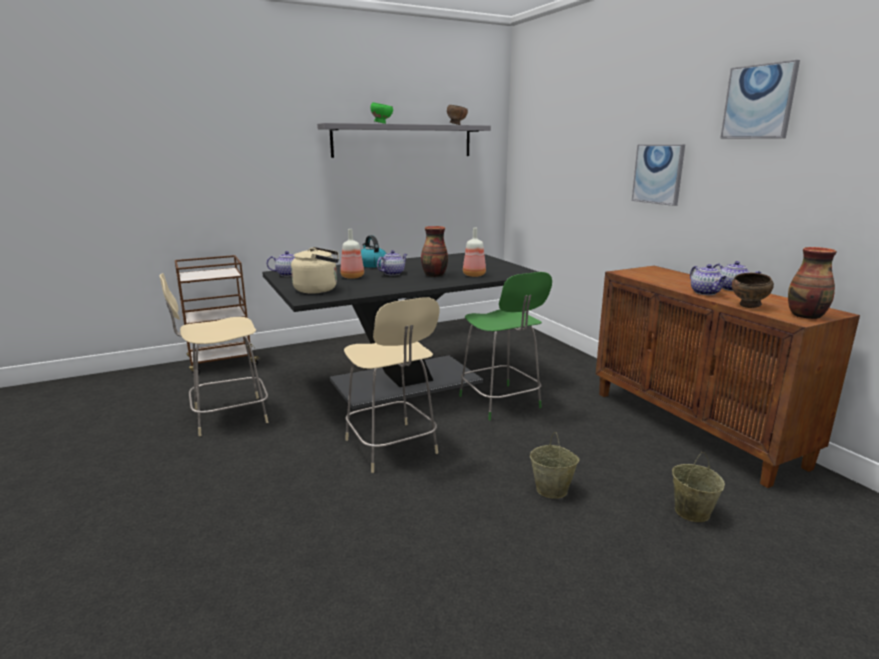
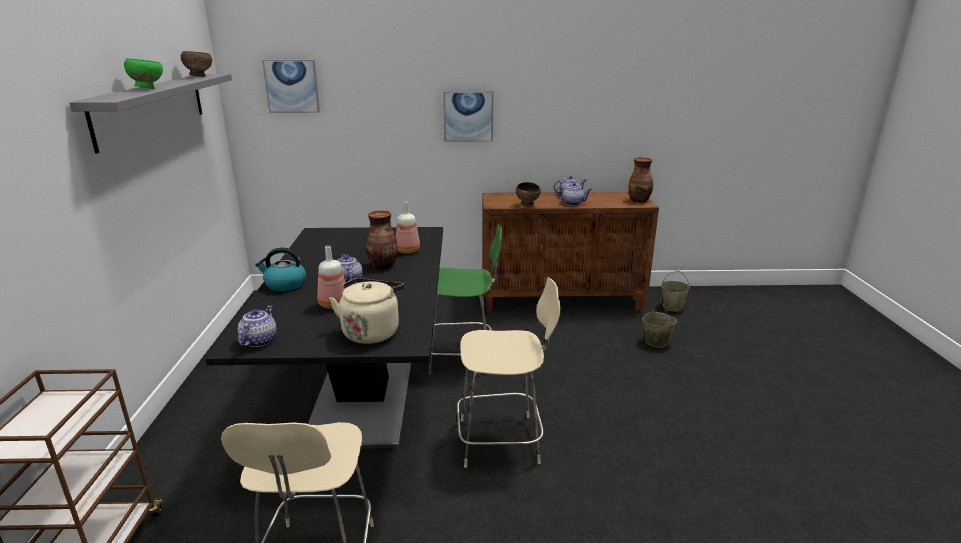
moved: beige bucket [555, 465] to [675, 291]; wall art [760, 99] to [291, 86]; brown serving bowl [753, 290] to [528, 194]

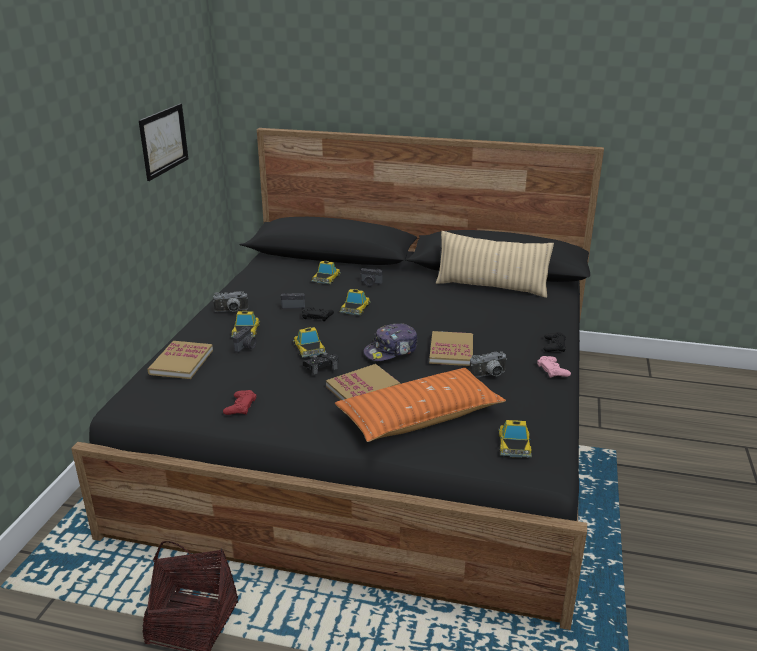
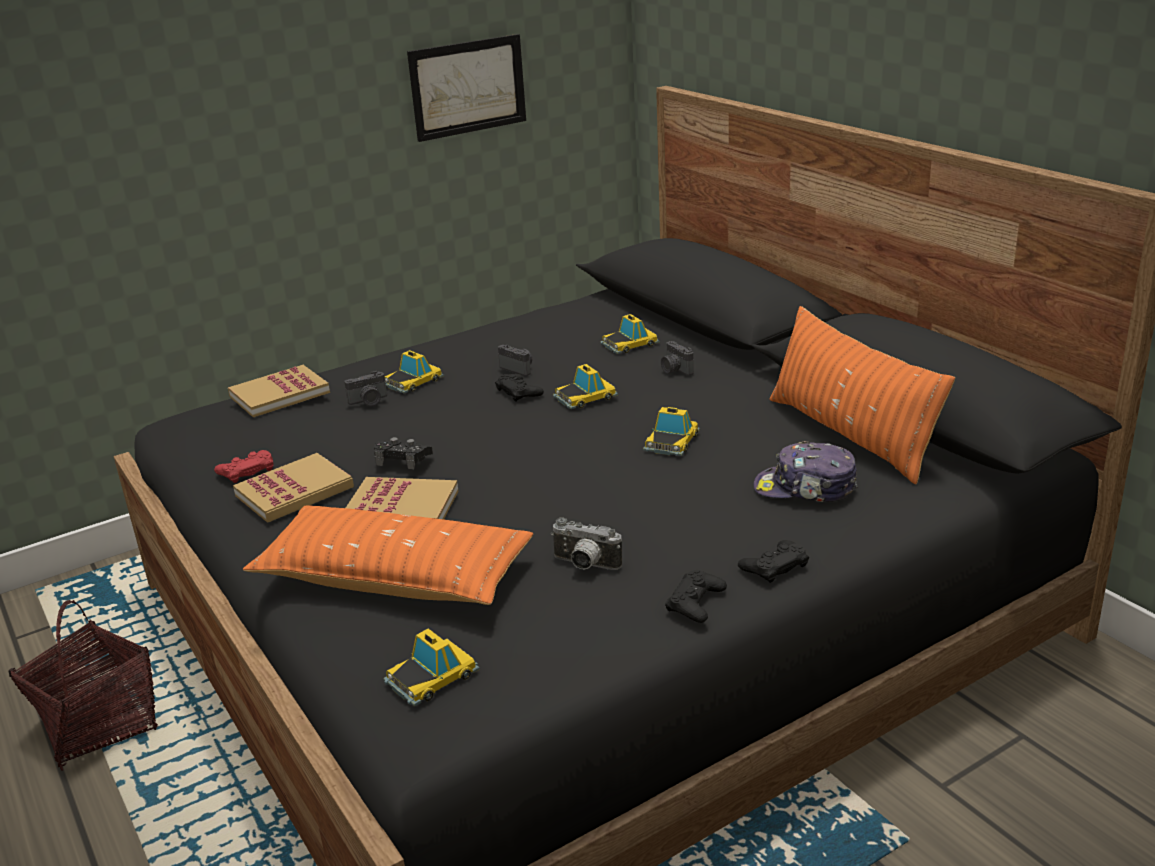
removed: still camera [230, 301]
moved: toy car [309, 342] to [671, 431]; baseball cap [390, 342] to [805, 471]; book [451, 348] to [293, 488]
recoloured: beige throw pillow [495, 264] to orange-coloured throw pillow [862, 395]; pink game controller [554, 367] to black-coloured game controller [696, 596]

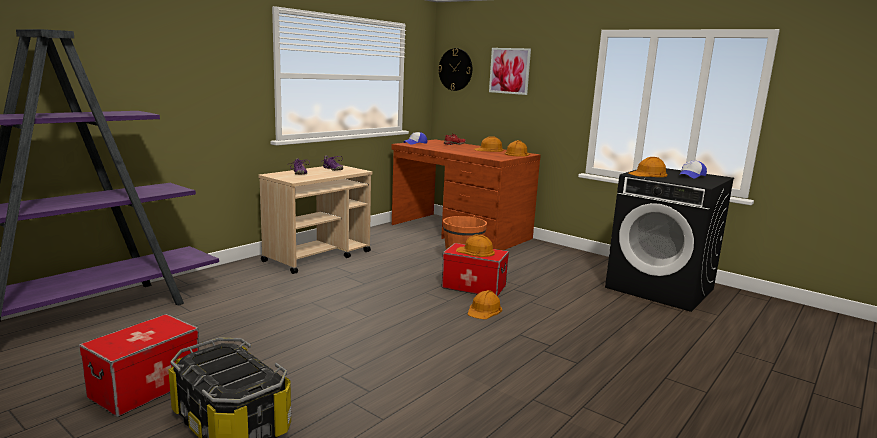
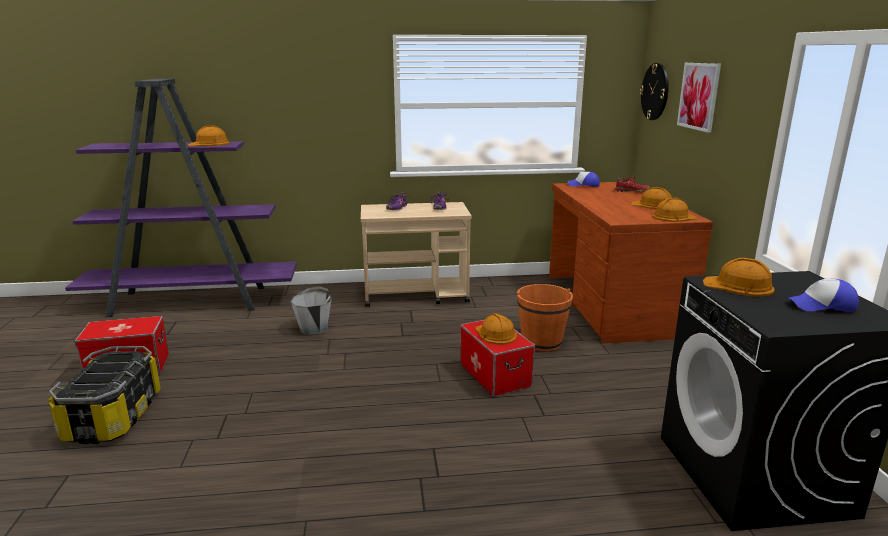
added: gray bucket [311, 310]
moved: orange-coloured hard hat [484, 304] to [208, 136]

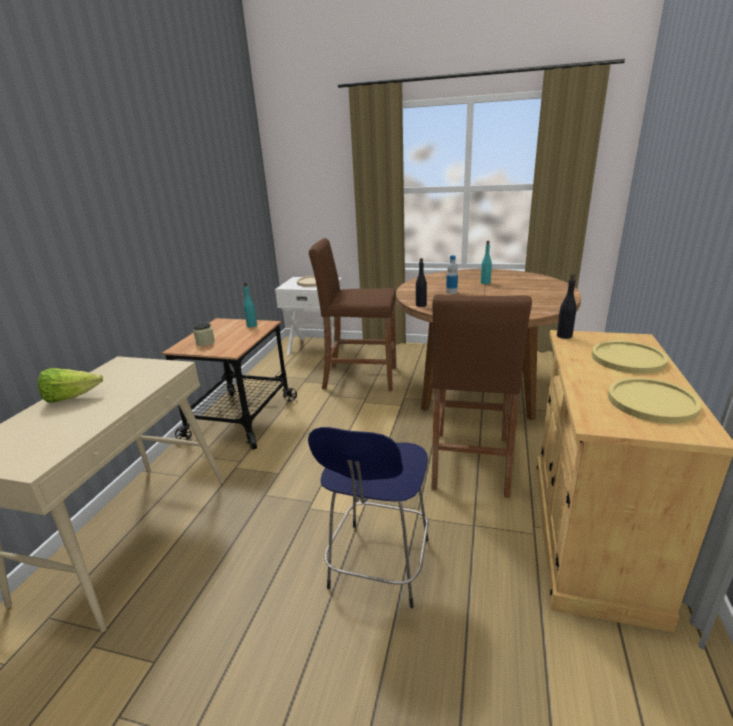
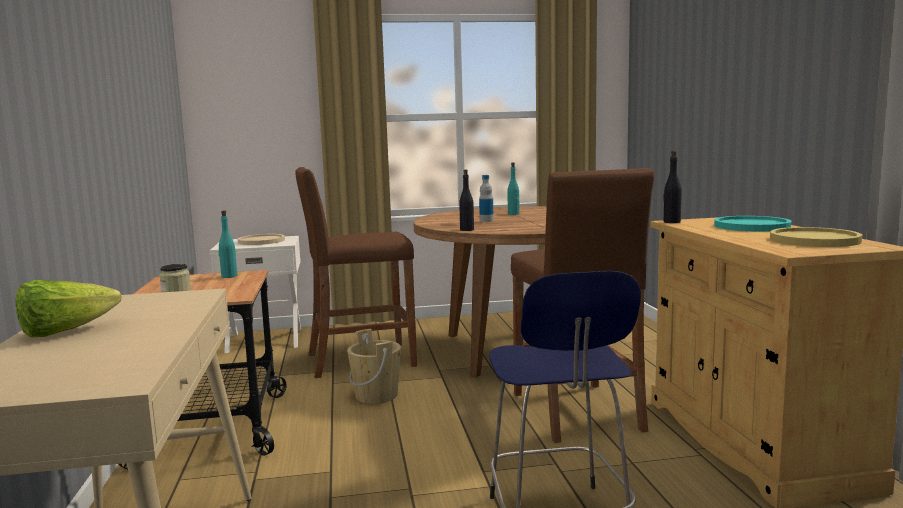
added: beige bucket [374, 366]
recoloured: yellow-coloured plate [630, 357] to blue-green plate [752, 224]

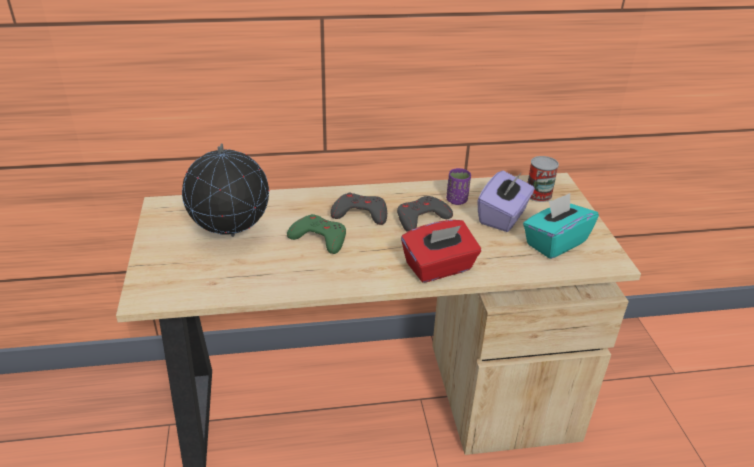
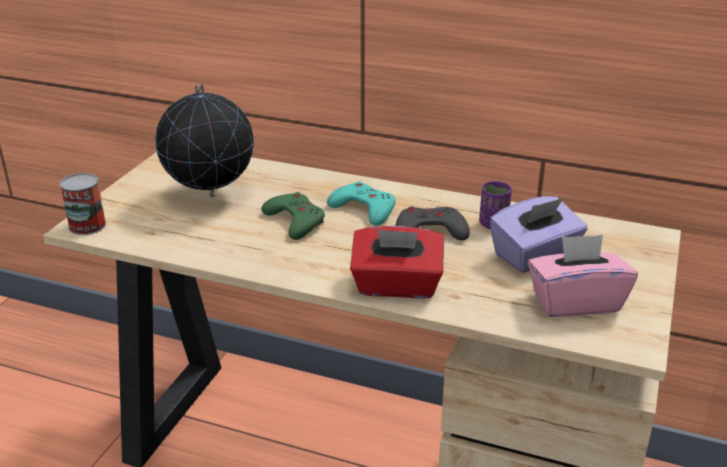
moved: sealed can [543, 179] to [83, 204]
recoloured: gray game controller [358, 208] to blue-green game controller [361, 203]; blue-green tissue box [561, 226] to pink tissue box [583, 276]

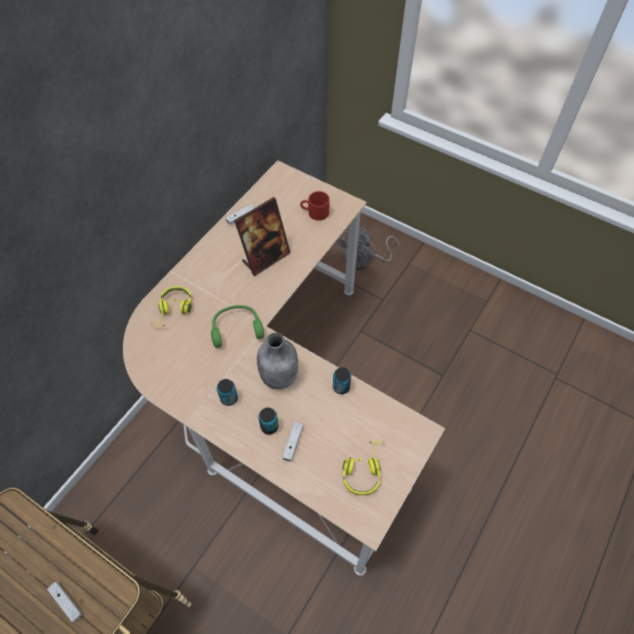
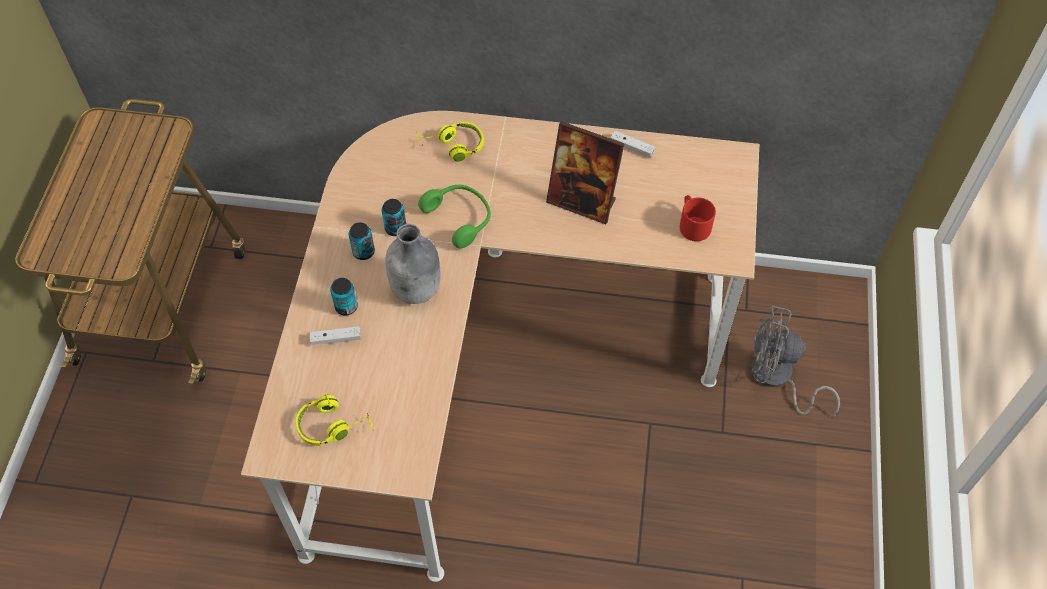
removed: white game controller [64, 602]
moved: sealed can [342, 380] to [394, 217]

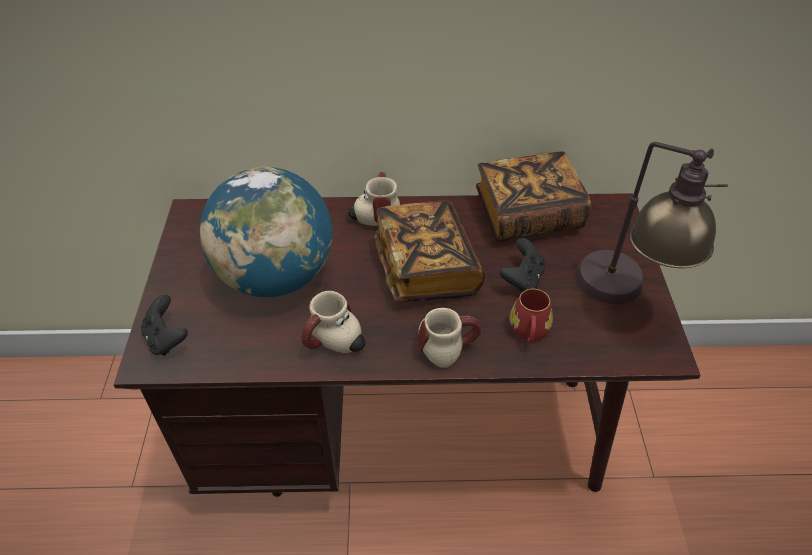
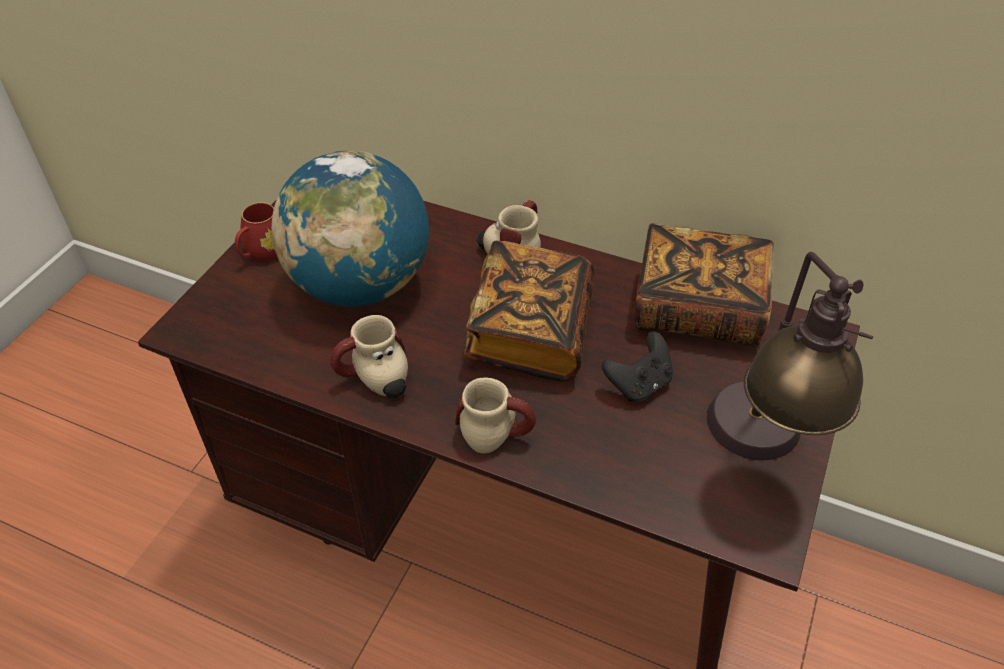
removed: black-coloured game controller [164, 325]
moved: red tea mug [531, 316] to [256, 231]

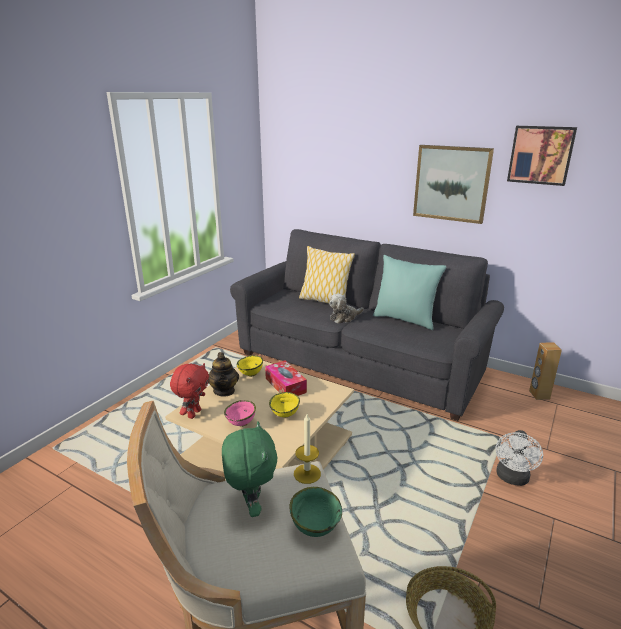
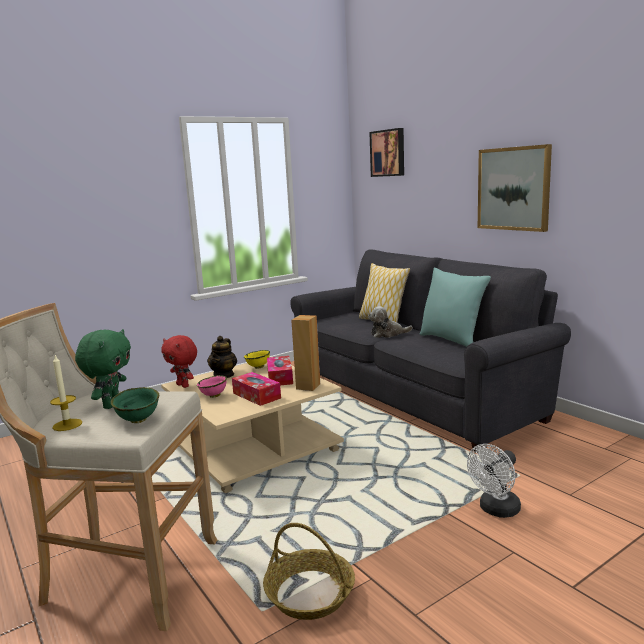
moved: wax light [307, 449] to [66, 393]; wall art [542, 156] to [386, 152]; brown audio speaker [545, 371] to [305, 353]
replaced: yellow-coloured serving bowl [284, 405] to tissue box [256, 389]
turned: red soft toy [189, 391] = [179, 361] 90 degrees clockwise

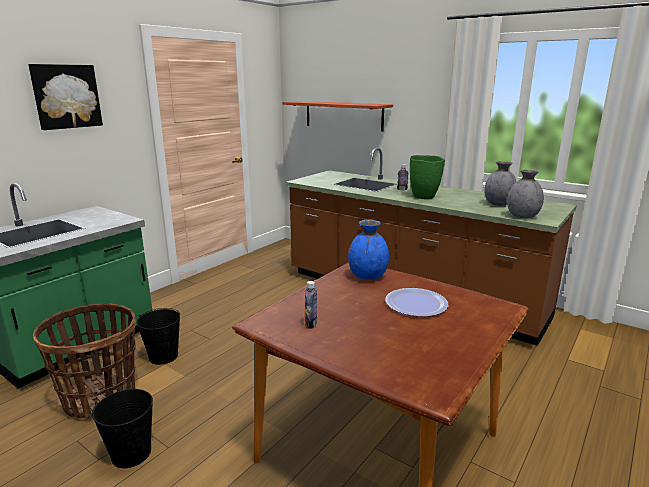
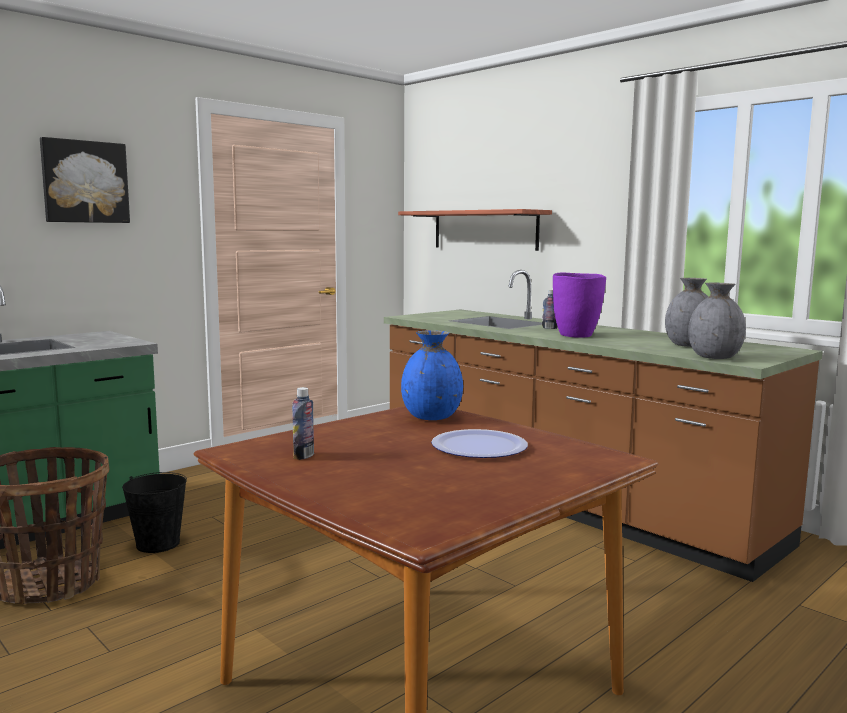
removed: black-coloured bucket [122, 428]
recoloured: green decorative vase [427, 177] to purplish decorative vase [579, 305]

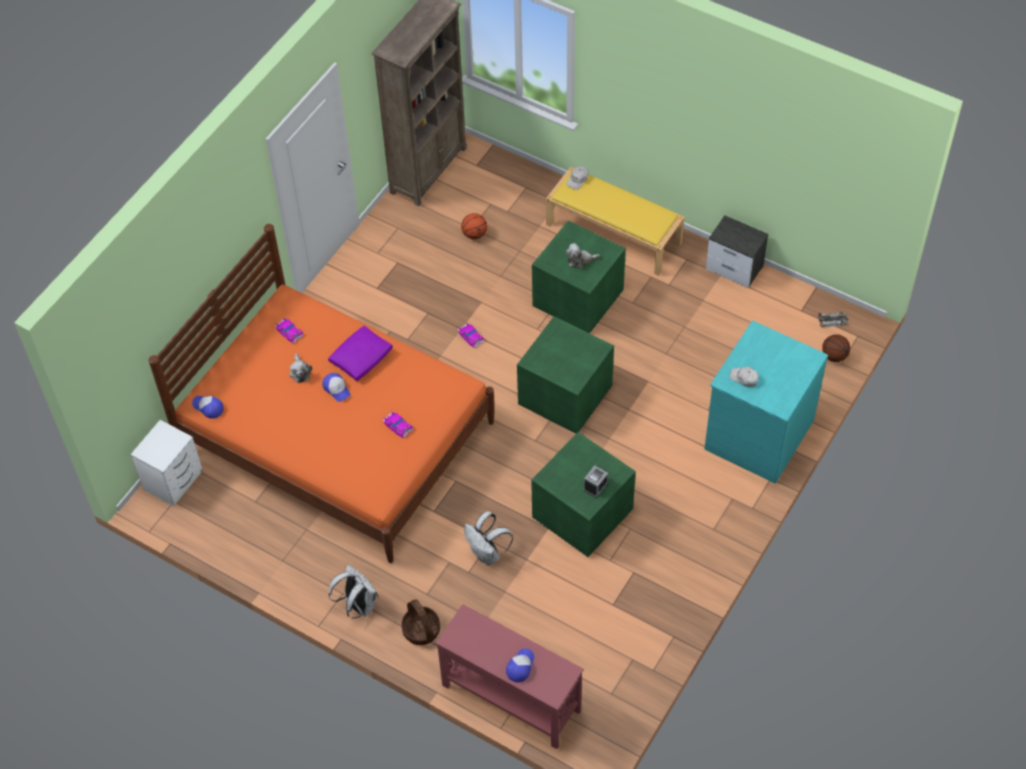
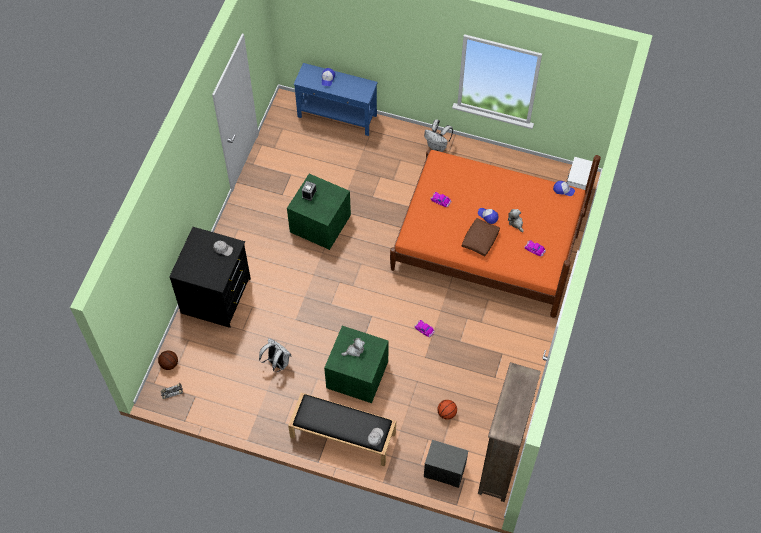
removed: basket [420, 622]; green storage box [565, 375]
moved: white rucksack [488, 538] to [275, 355]; bedside table [737, 251] to [446, 464]
recoloured: purplish throw pillow [360, 353] to brown throw pillow [481, 237]; red narrow table [510, 676] to blue-coloured narrow table [336, 99]; yellow-coloured bench [615, 221] to black-coloured bench [342, 430]; blue-green chest of drawers [766, 401] to black-coloured chest of drawers [210, 277]

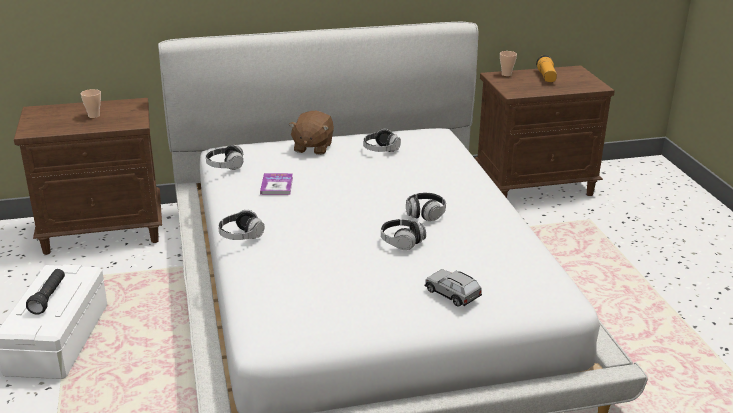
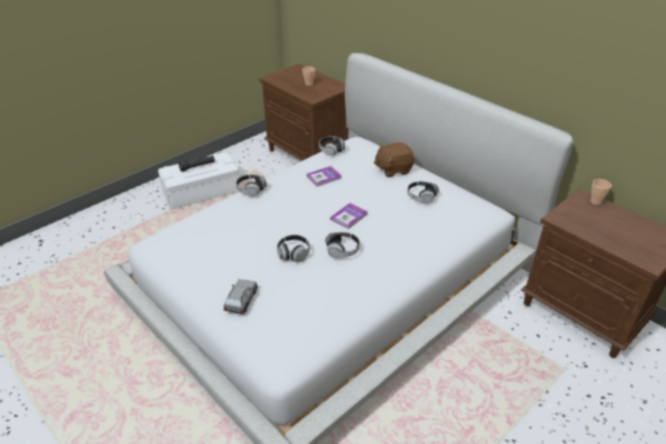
removed: hand torch [546, 68]
added: book [349, 216]

